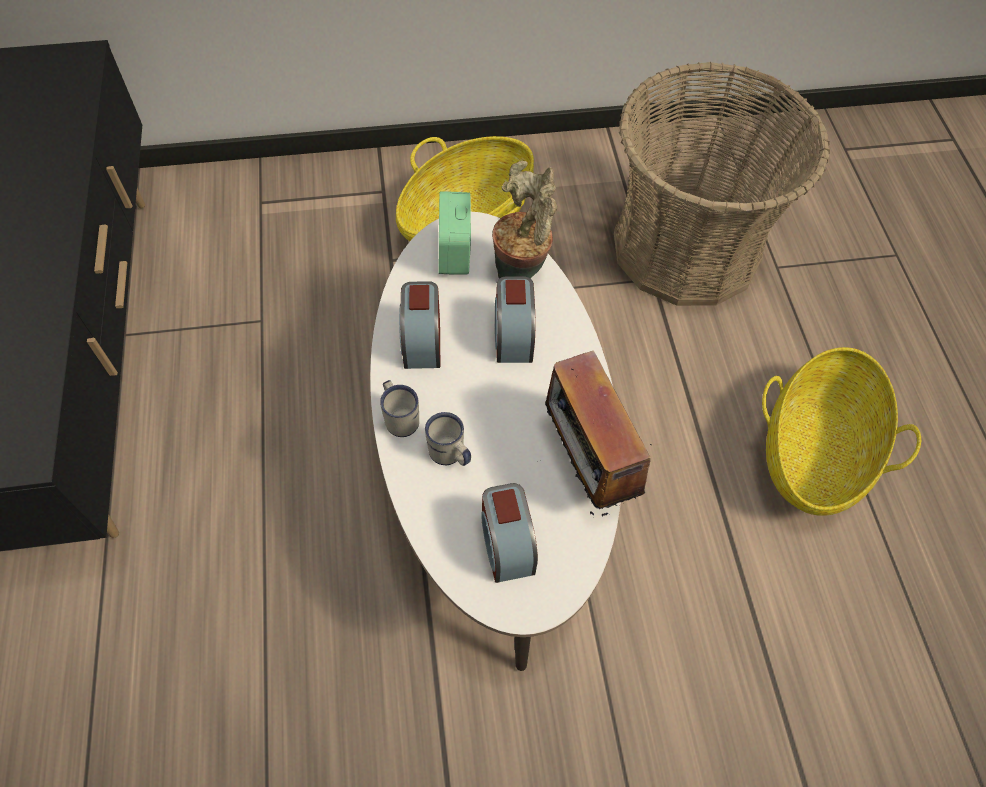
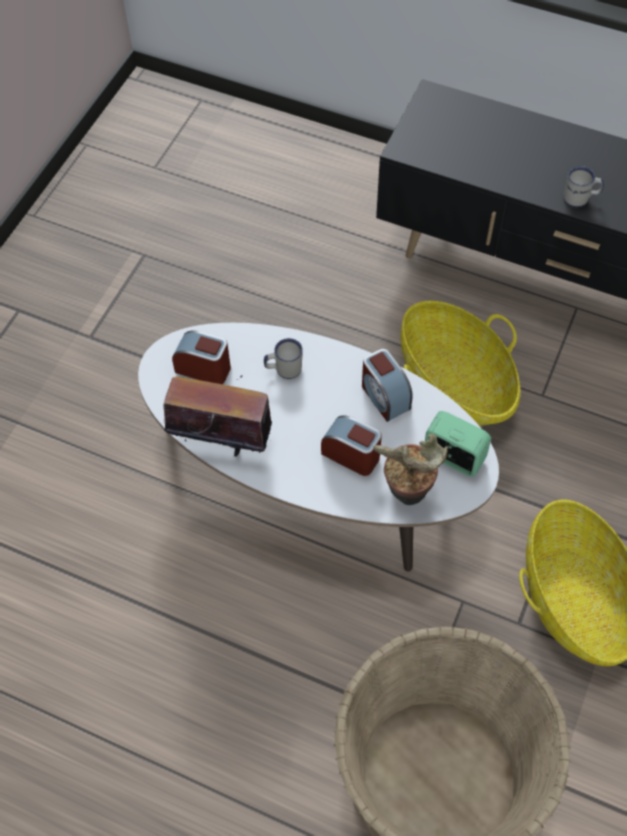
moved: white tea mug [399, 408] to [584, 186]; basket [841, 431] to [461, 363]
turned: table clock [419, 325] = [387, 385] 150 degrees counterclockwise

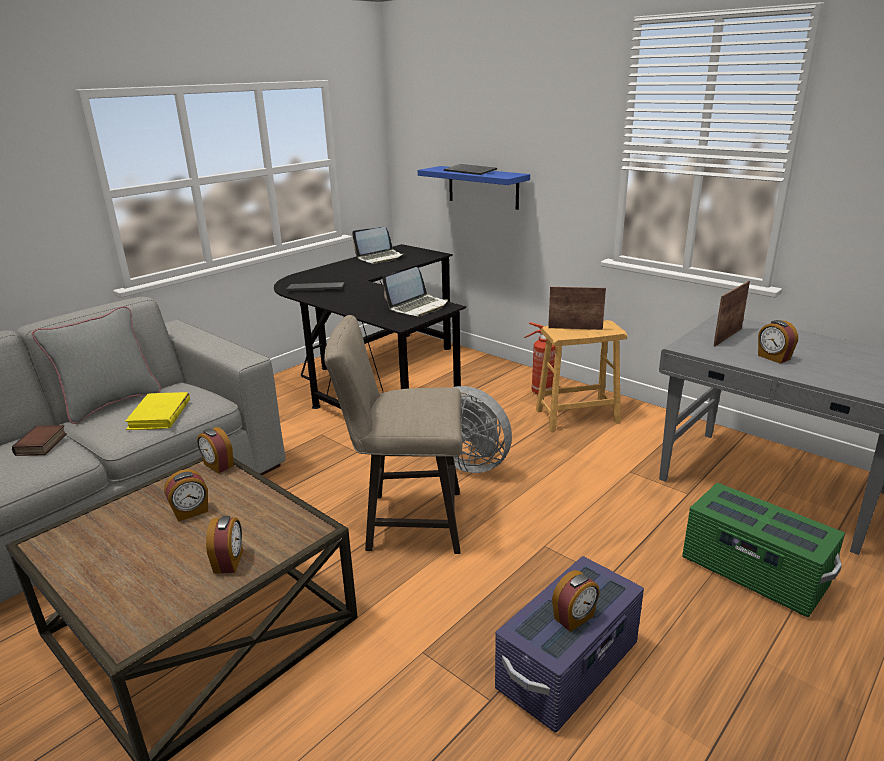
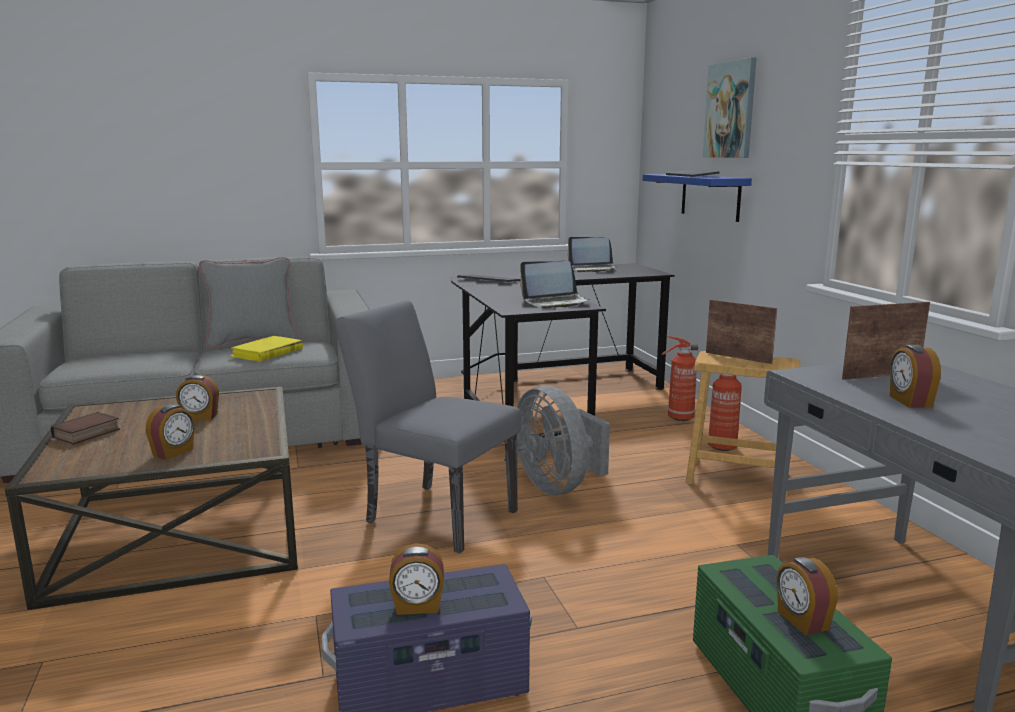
added: extinguisher [679, 378]; wall art [729, 107]
moved: book [39, 440] to [85, 428]; table clock [215, 450] to [807, 596]
replaced: beige stool [393, 434] to gray upright chair [428, 427]

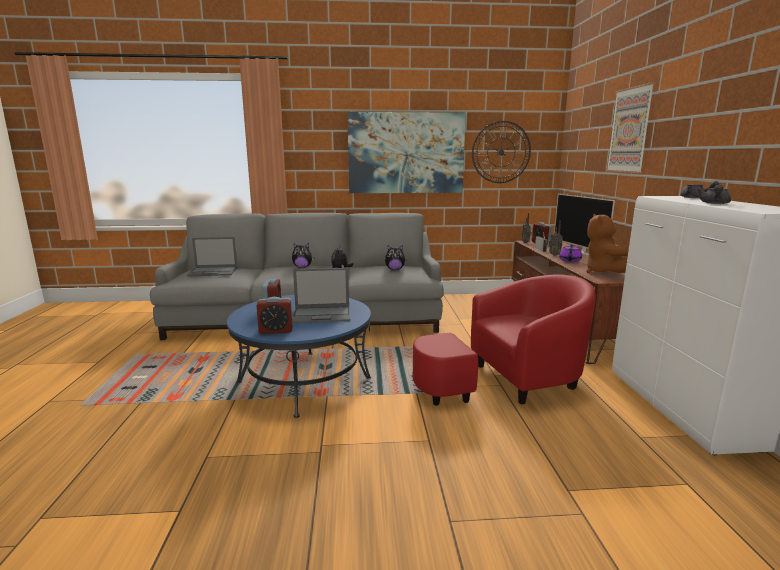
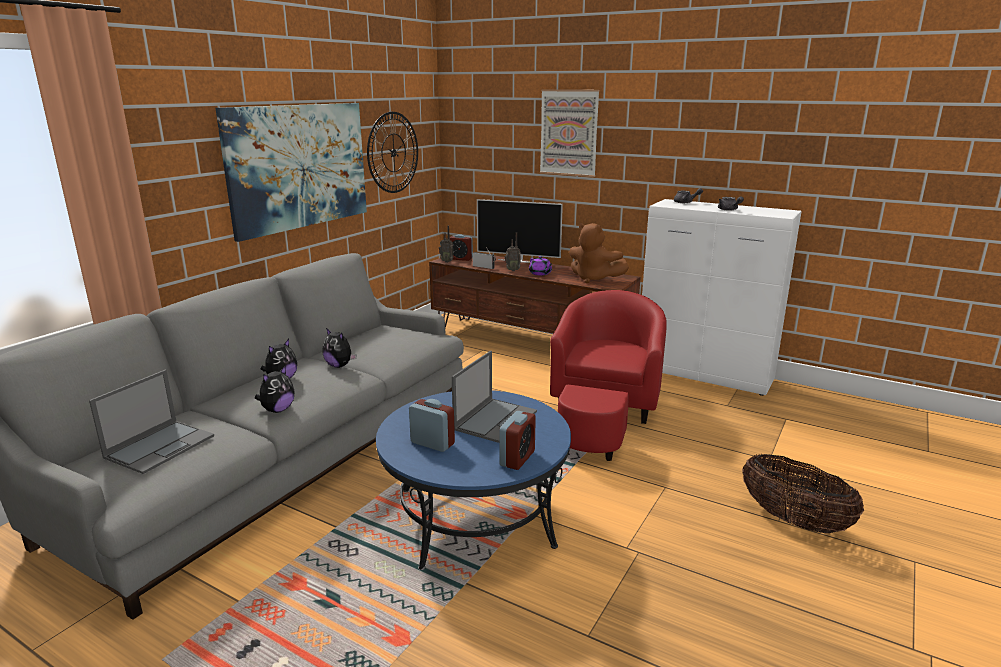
added: basket [803, 493]
moved: soft toy [395, 257] to [274, 389]

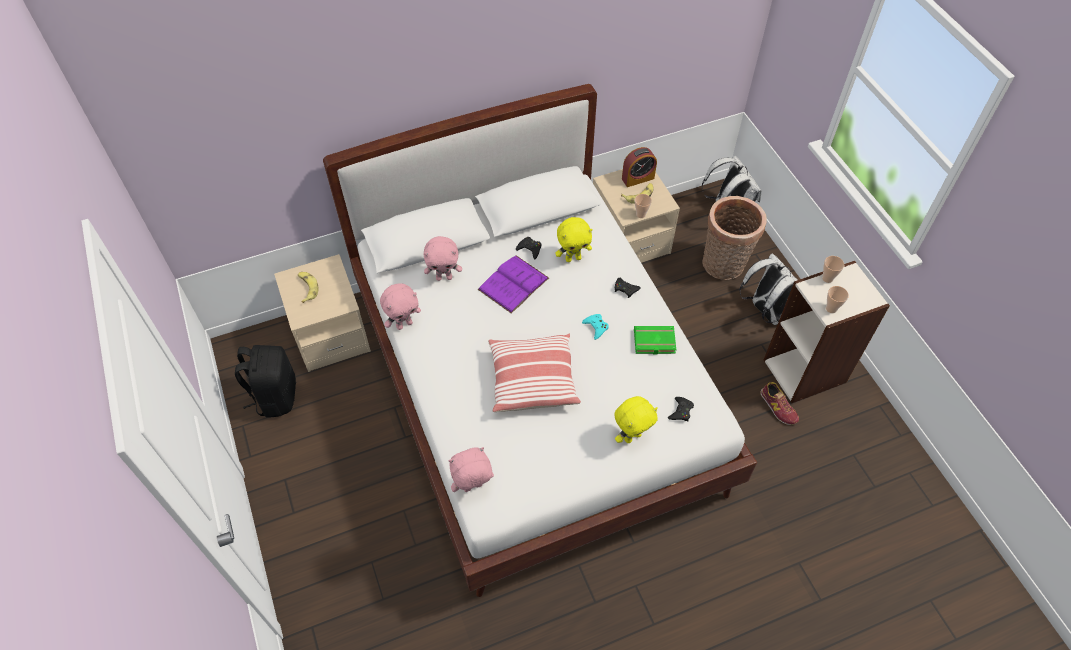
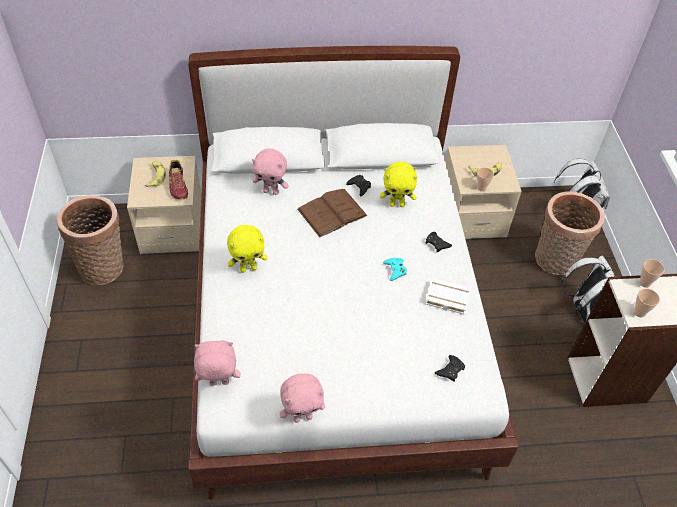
removed: throw pillow [534, 373]; table clock [639, 167]
moved: pink soft toy [400, 306] to [302, 398]; yellow-coloured soft toy [636, 419] to [247, 249]; shoe [779, 403] to [178, 180]
replaced: black-coloured rucksack [265, 381] to basket [90, 240]
recoloured: purplish book [513, 284] to brown book [332, 213]; green book [655, 340] to white book [448, 296]

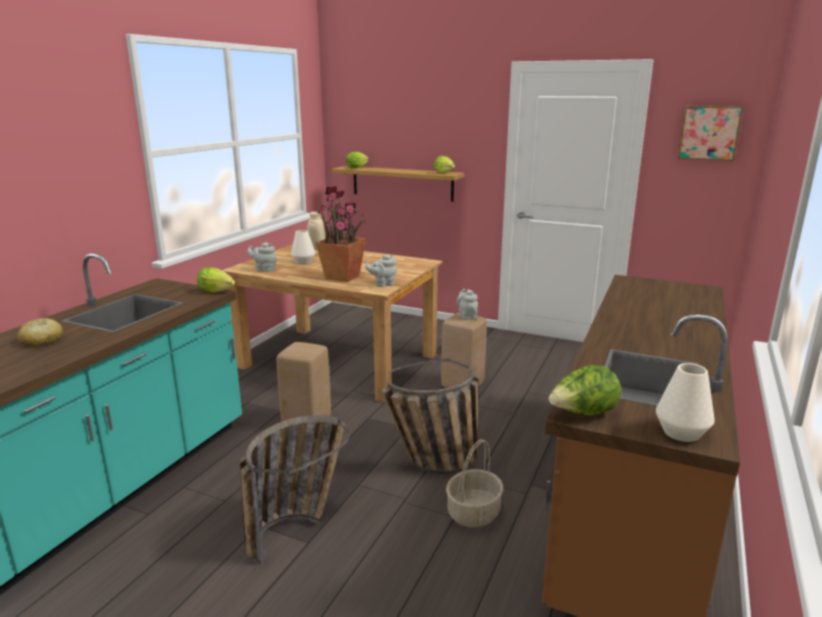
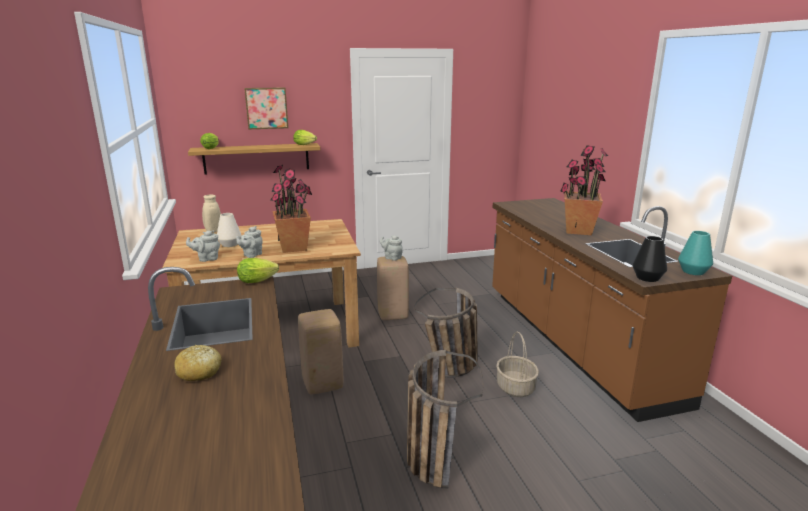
added: potted plant [584, 190]
moved: gray teapot [381, 270] to [249, 242]; wall art [710, 133] to [266, 108]
replaced: lettuce head [585, 390] to black-coloured decorative vase [649, 259]
recoloured: white decorative vase [685, 402] to blue-green decorative vase [695, 253]

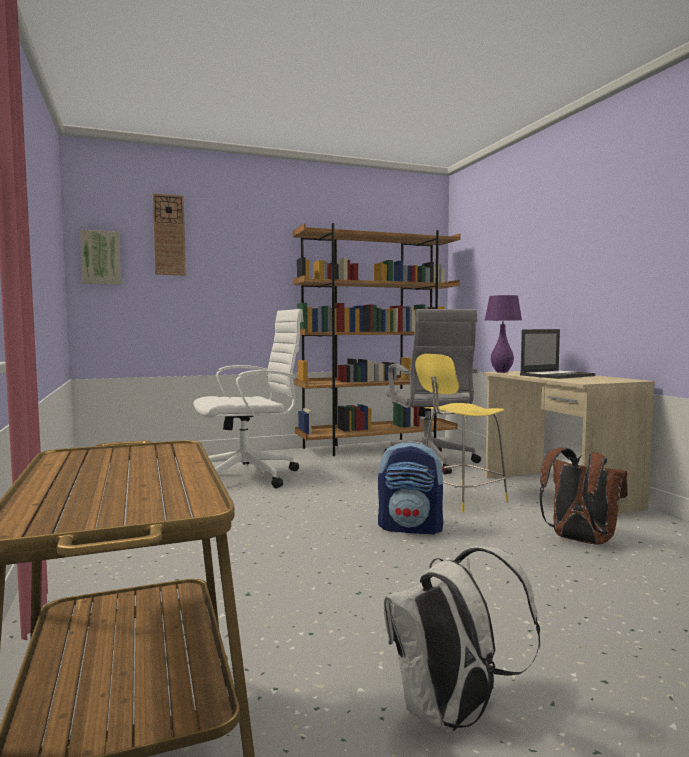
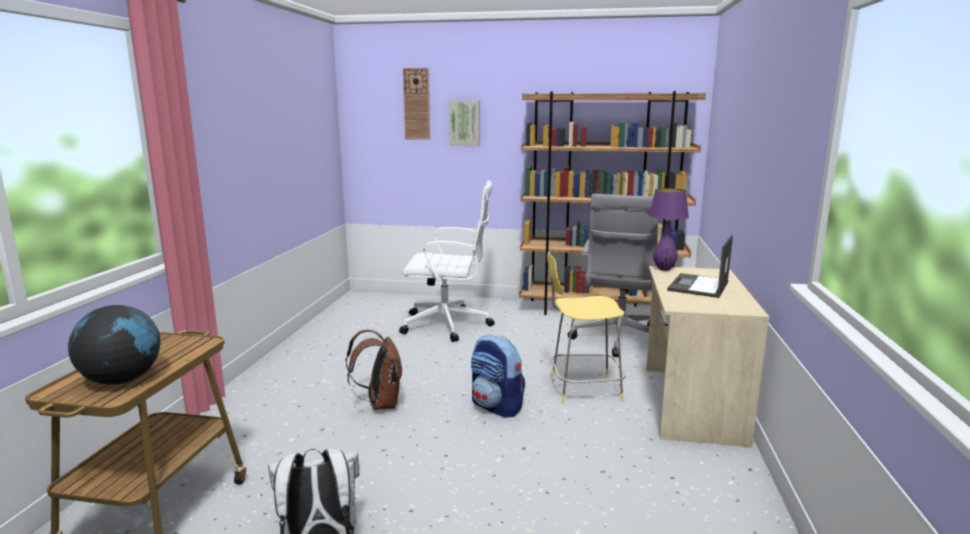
added: world globe [114, 344]
moved: wall art [100, 257] to [464, 123]; brown rucksack [583, 496] to [374, 370]
turned: portable computer [557, 354] = [700, 266] 120 degrees clockwise

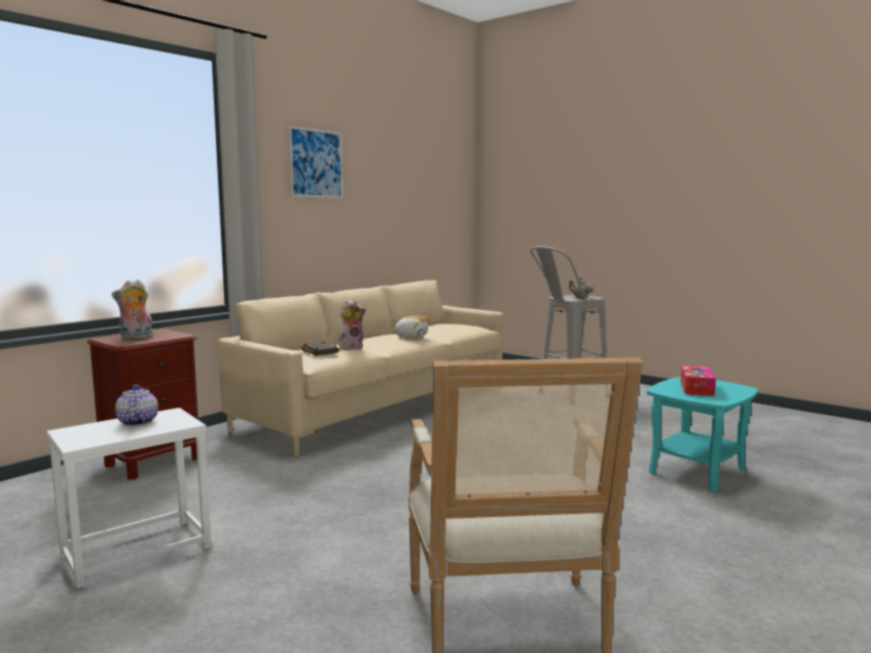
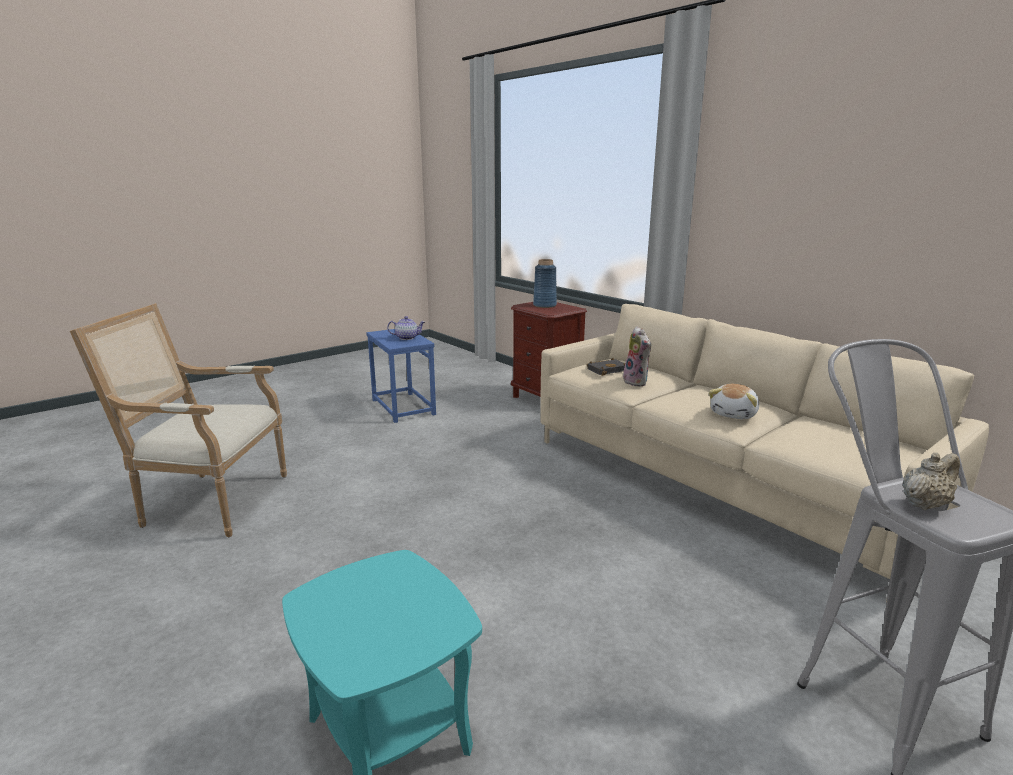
removed: wall art [315, 162]; tissue box [698, 380]
replaced: soft toy [133, 309] to blue-coloured decorative vase [545, 283]
recoloured: white side table [128, 498] to blue-coloured side table [401, 376]

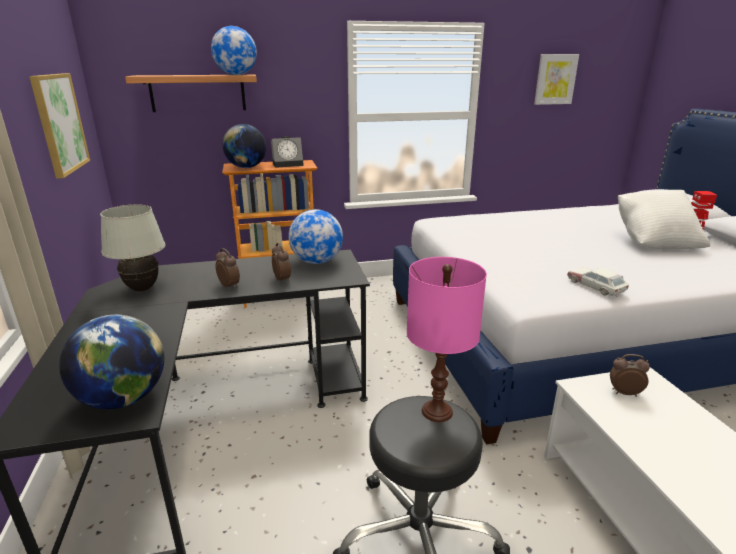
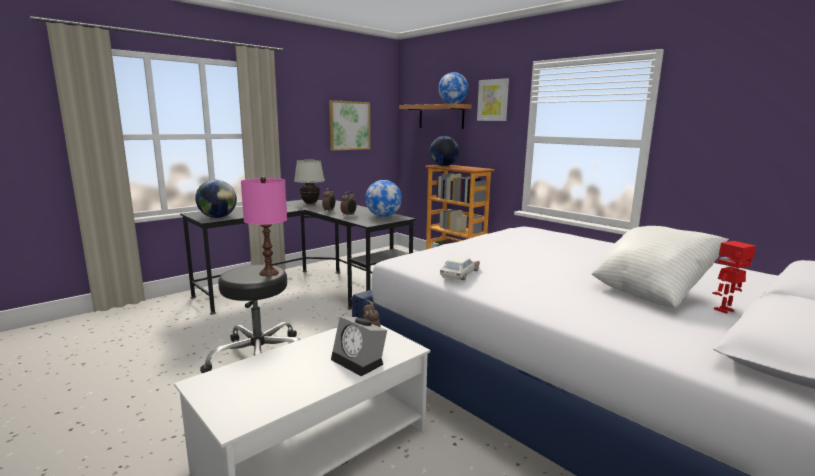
moved: table clock [287, 152] to [359, 346]; wall art [556, 79] to [493, 99]

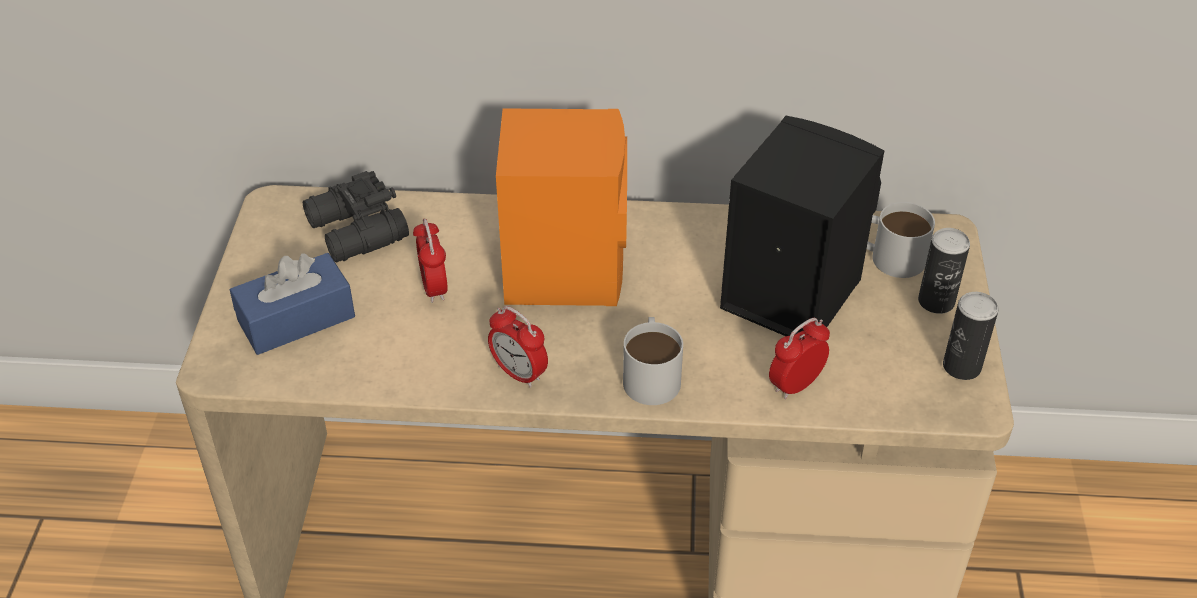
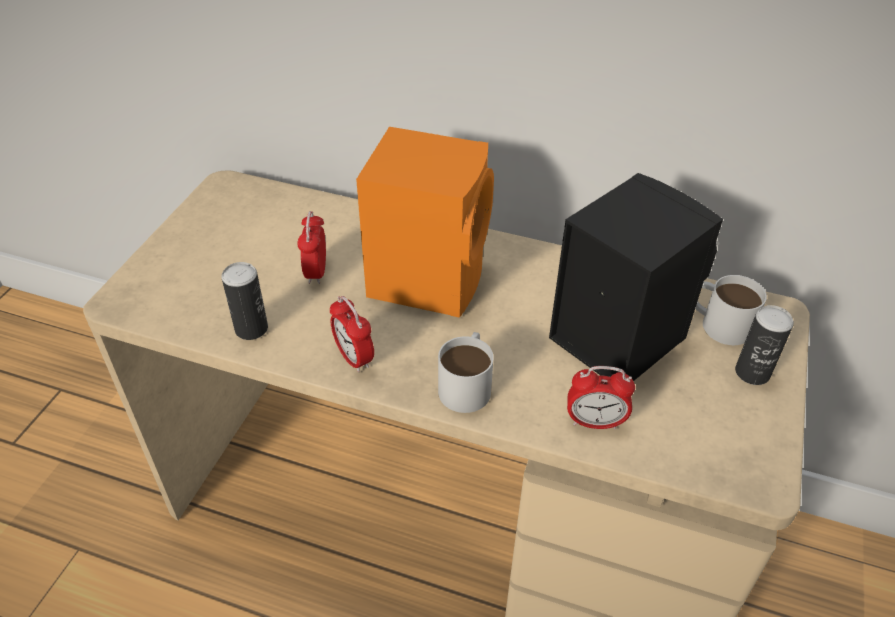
removed: blue-coloured tissue box [292, 304]; black-coloured binoculars [356, 217]
moved: sealed can [971, 336] to [244, 301]
turned: table clock [799, 358] = [601, 397] 150 degrees counterclockwise

